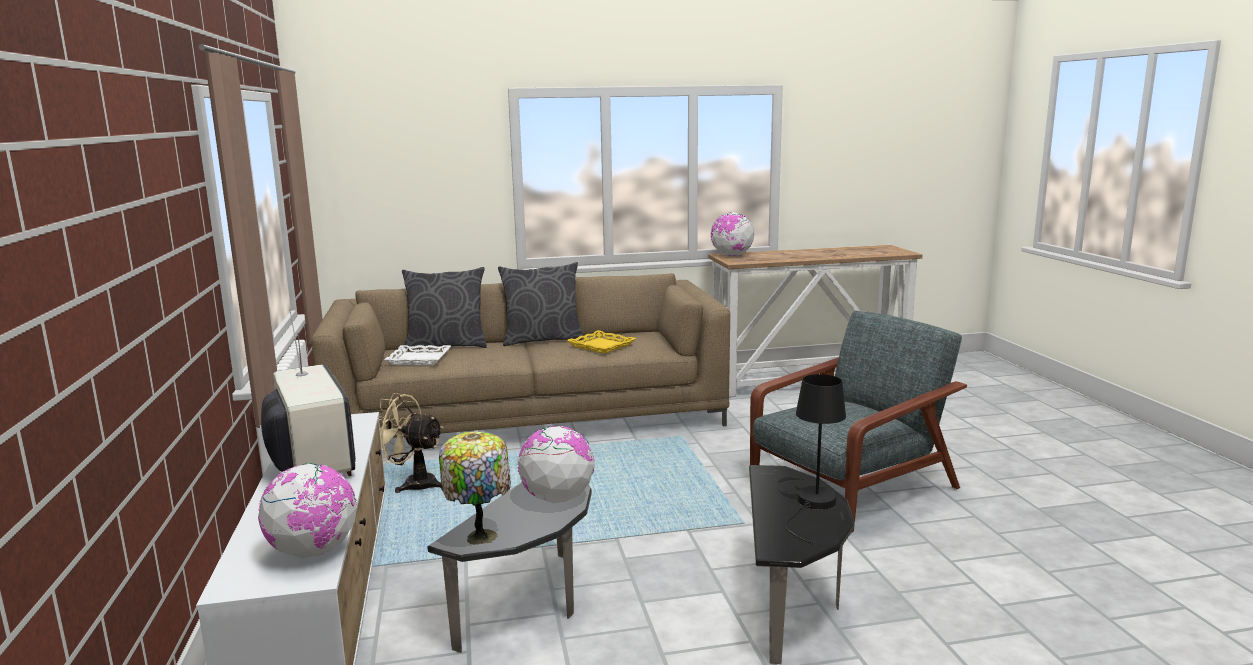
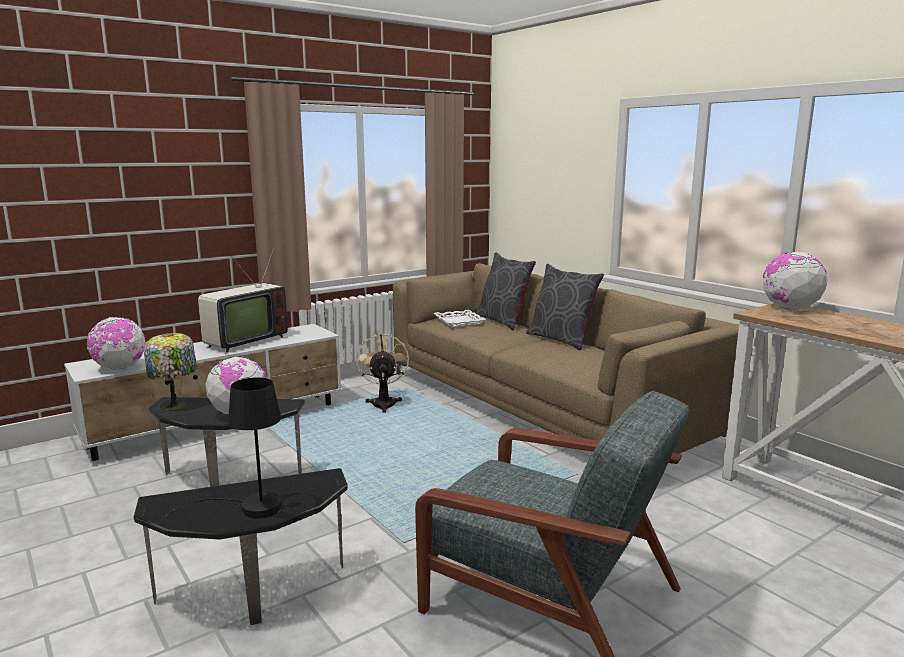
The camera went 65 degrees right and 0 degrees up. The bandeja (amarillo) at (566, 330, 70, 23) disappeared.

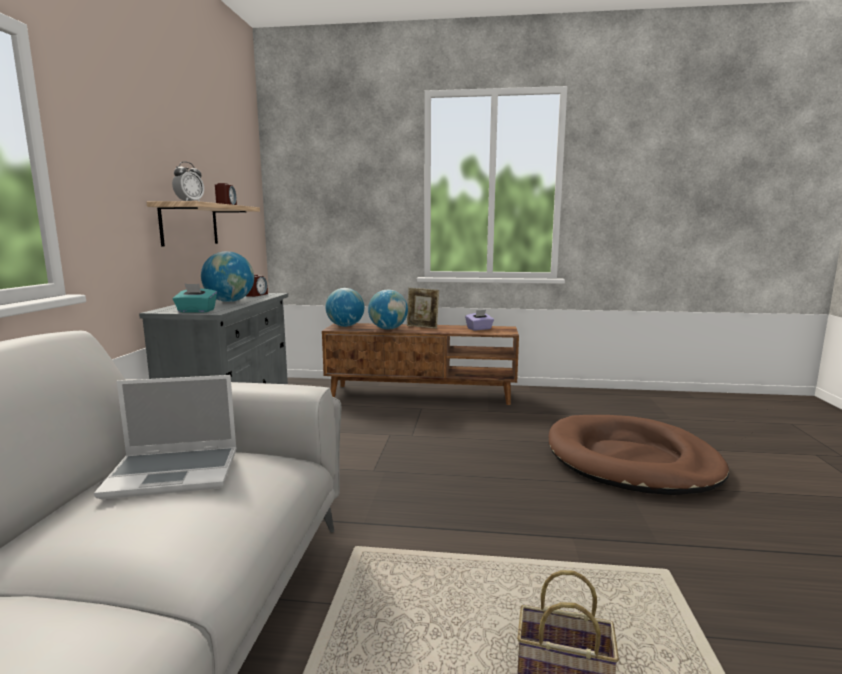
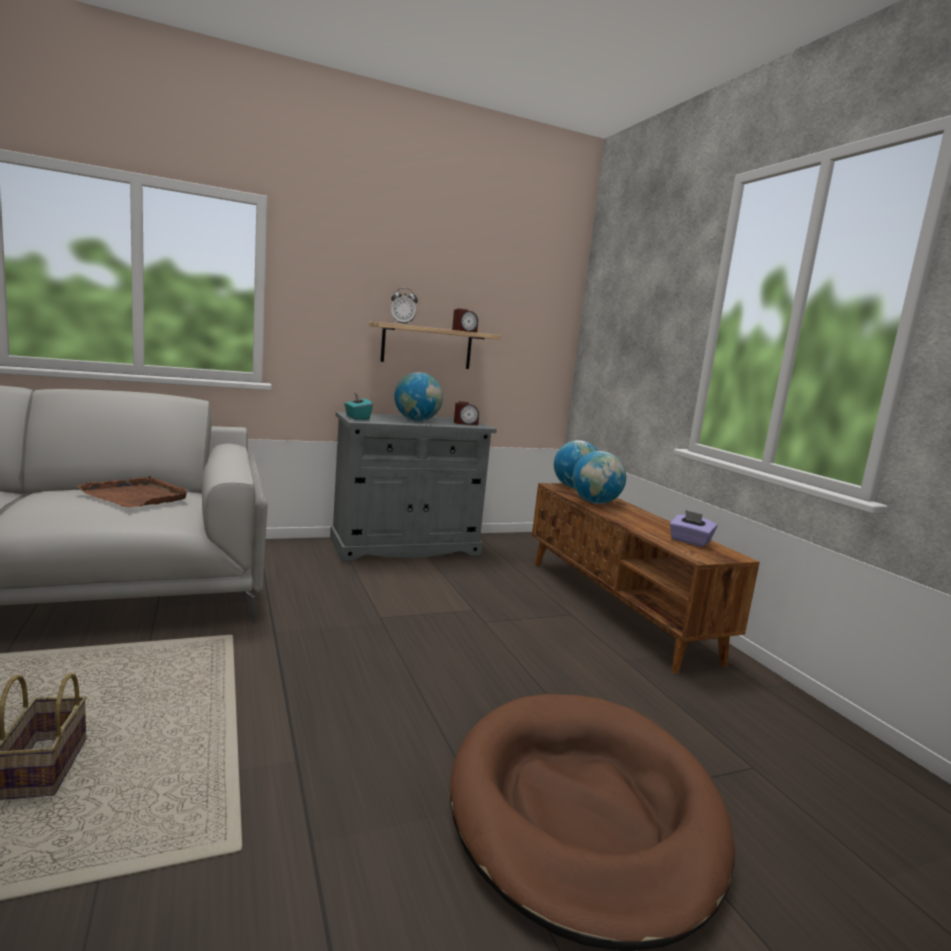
The camera went 60 degrees right and 0 degrees up. The portátil at (94, 375, 143, 124) was replaced by the bandeja (marrón) at (76, 475, 113, 33). The portarretratos at (407, 288, 32, 41) disappeared.

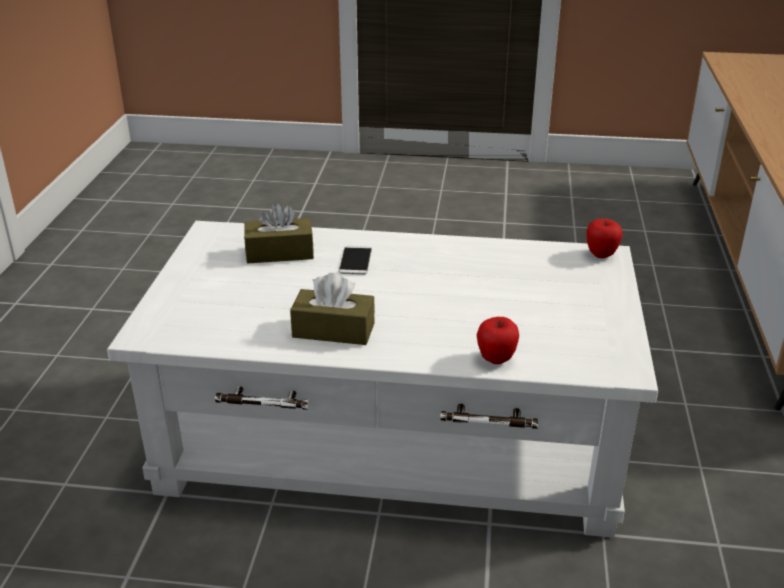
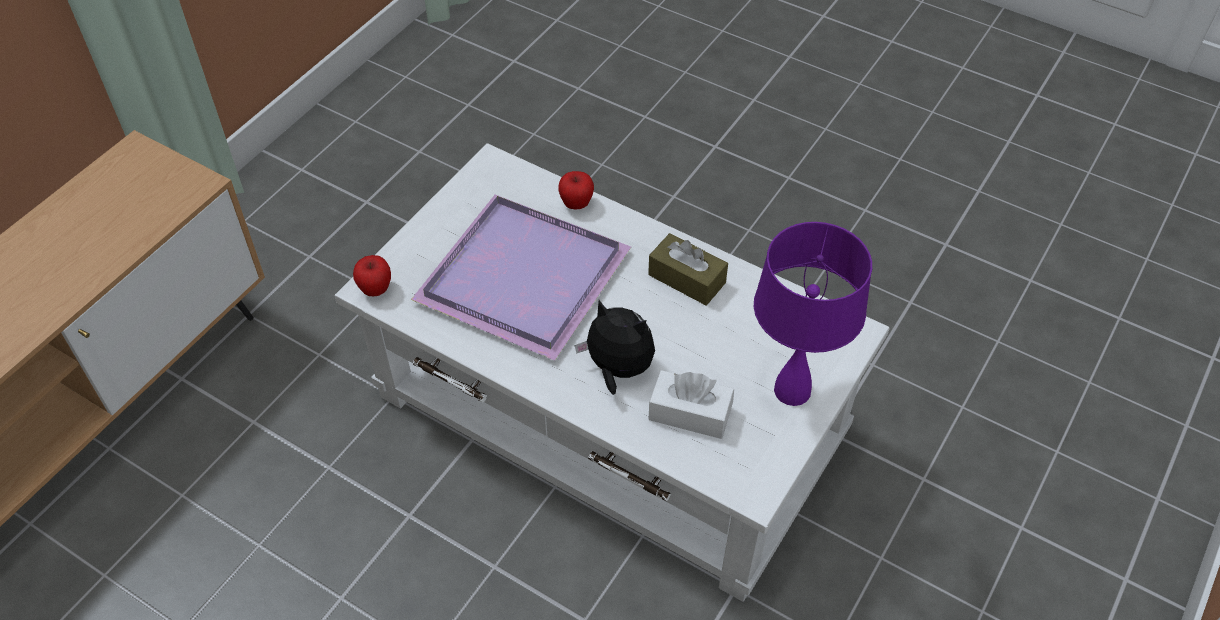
The camera went 155 degrees left and 20 degrees up. The caja de pañuelos (marrón) at (244, 203, 70, 60) became the caja de pañuelos (blanco) at (649, 370, 85, 69). The móvil at (339, 246, 33, 29) was replaced by the peluche at (575, 300, 80, 95). The bandeja (morado) at (411, 195, 220, 166) appeared. The lámpara de mesa (morado) at (754, 222, 118, 184) appeared.

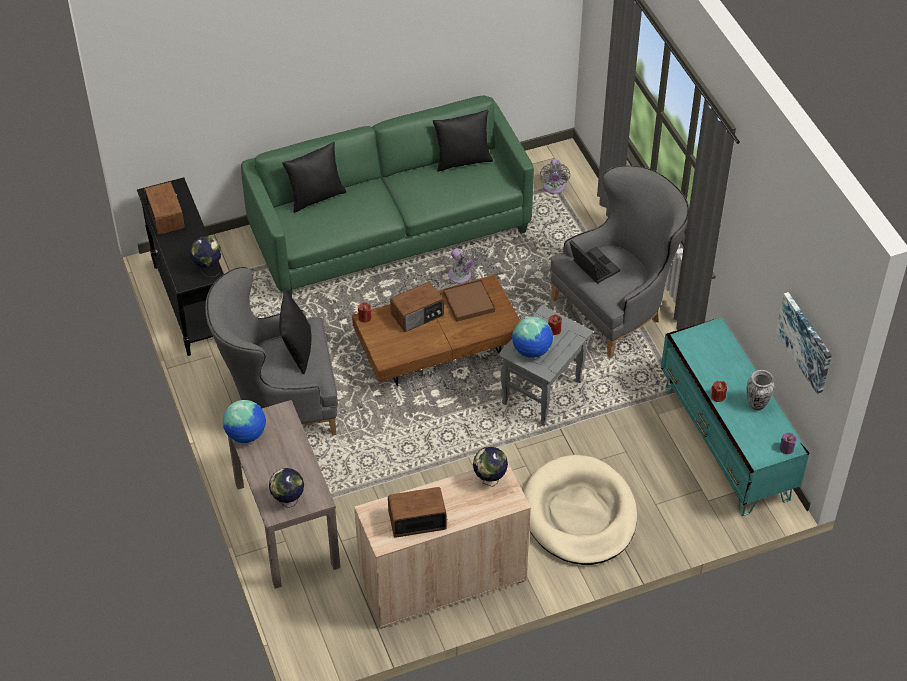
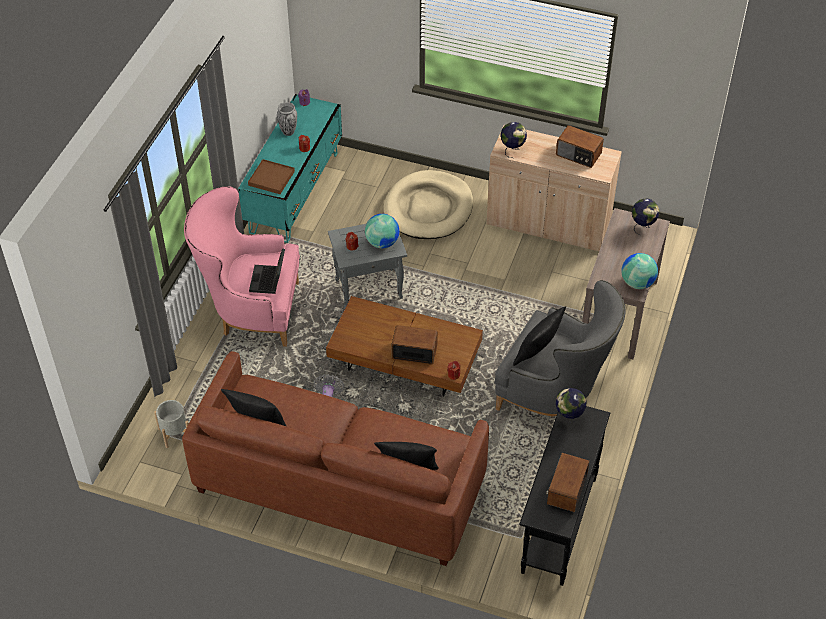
The camera went 140 degrees left and 0 degrees up. The sofá (verde) at (241, 96, 293, 201) became the sofá (marrón) at (182, 351, 307, 215). The bandeja (marrón) moved from (443, 279, 52, 43) to (248, 159, 47, 35). The ventilador (gris) at (540, 159, 30, 35) was replaced by the maceta (gris) at (154, 400, 35, 48). The sillón (gris) at (550, 165, 139, 193) became the sillón (rosa) at (184, 186, 116, 161). The cuadro at (776, 292, 56, 103) disappeared.

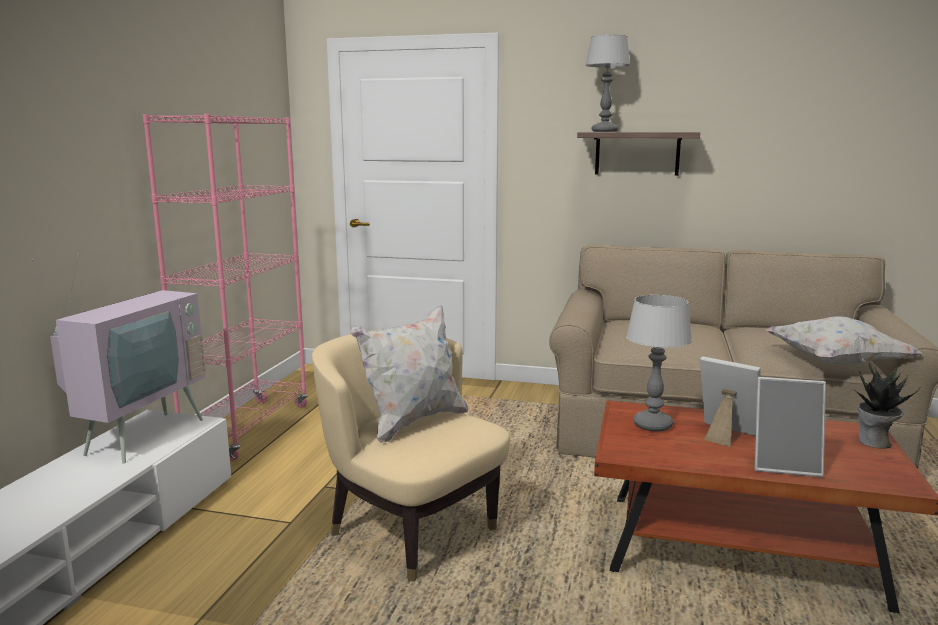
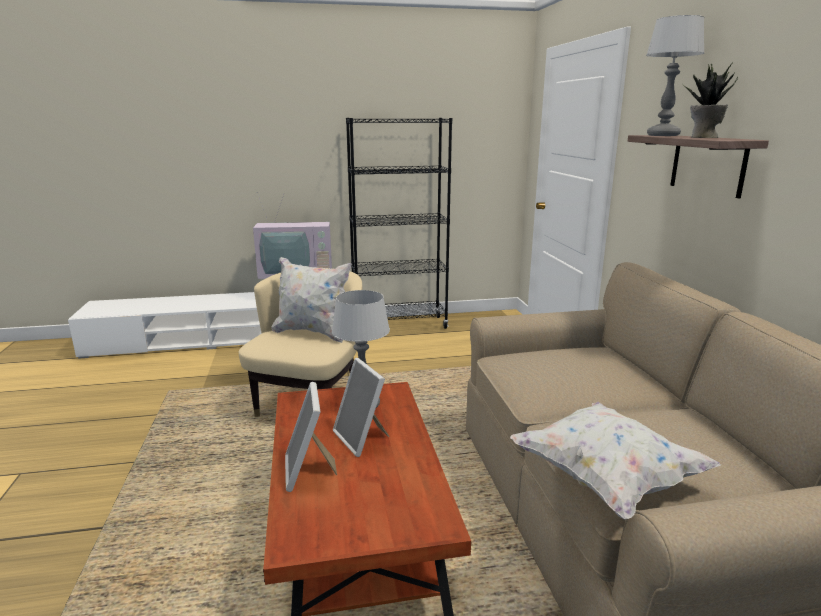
The camera went 65 degrees right and 5 degrees up. The estantería (rosa) at (143, 114, 165, 347) became the estantería (negro) at (346, 118, 106, 211). The portarretratos at (700, 356, 61, 91) turned 135 degrees clockwise. The planta en maceta moved from (854, 363, 66, 86) to (682, 62, 56, 76).

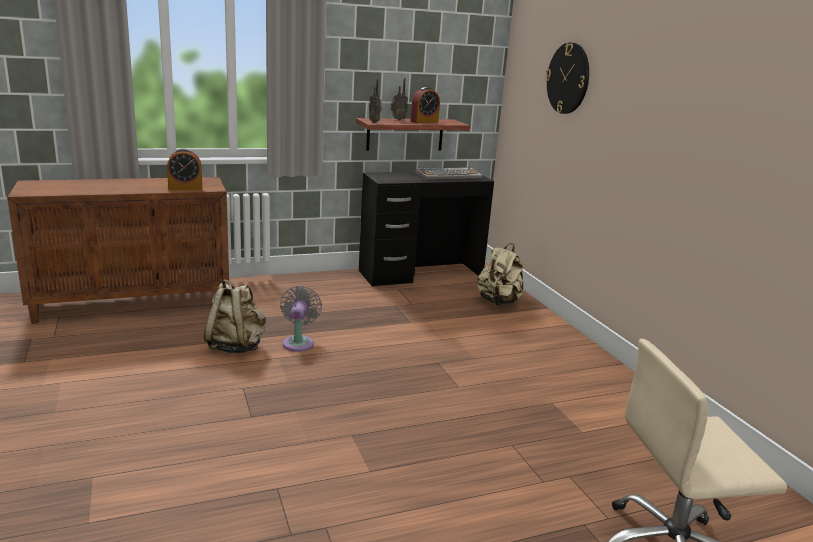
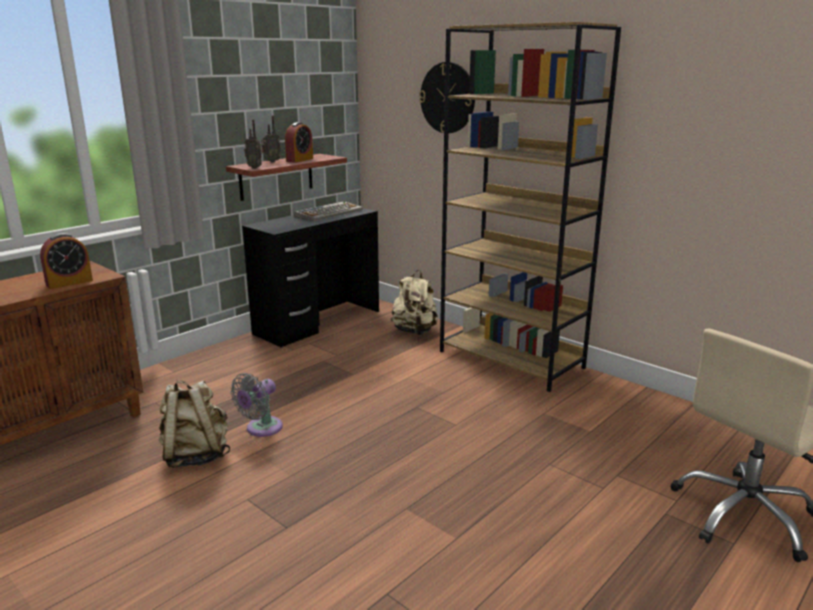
The camera went 25 degrees left and 0 degrees up. The ventilador (gris) at (280, 286, 42, 66) turned 120 degrees counterclockwise. The estantería (marrón) at (440, 22, 181, 370) appeared.

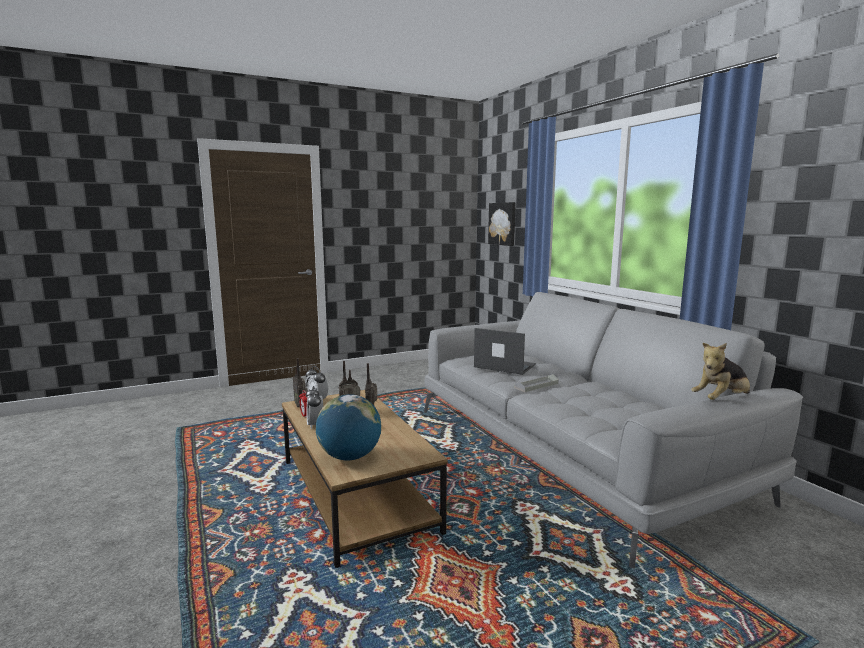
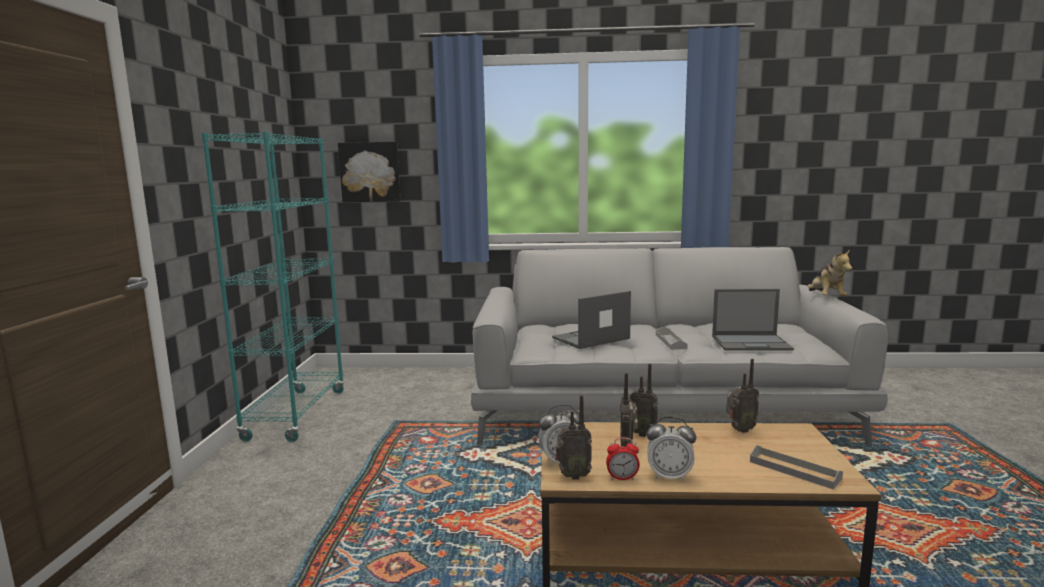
The camera went 60 degrees left and 0 degrees up. The globo terráqueo at (316, 394, 65, 67) was replaced by the bandeja (gris) at (750, 445, 93, 45). The estantería (turquesa) at (201, 131, 144, 311) appeared. The portátil at (712, 289, 82, 62) appeared. The radio at (727, 359, 32, 74) appeared.

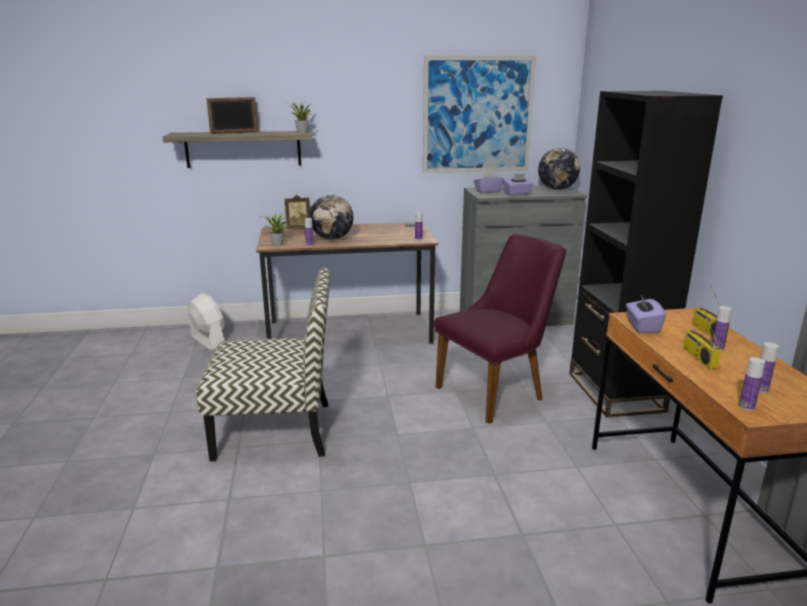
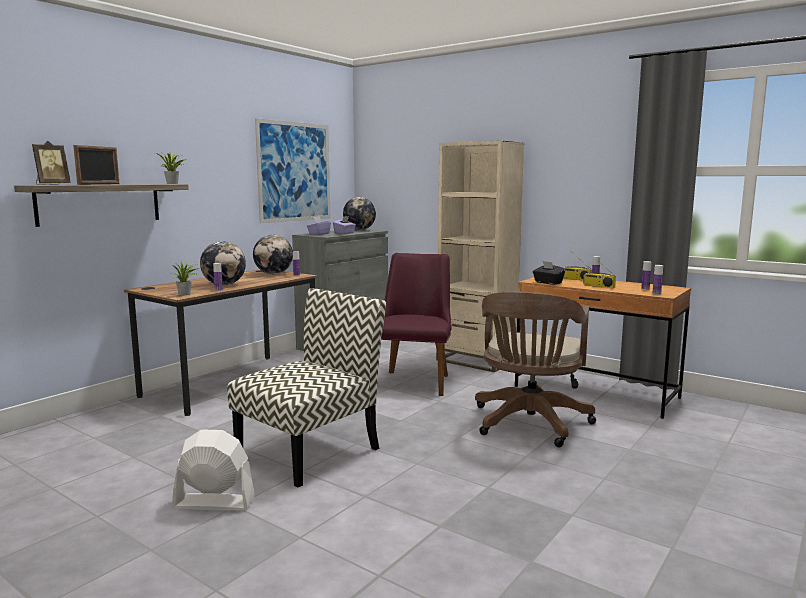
The camera went 45 degrees left and 10 degrees down. The ventilador (blanco) moved from (188, 293, 37, 57) to (172, 430, 83, 80). The portarretratos moved from (285, 195, 25, 34) to (32, 141, 39, 44). The estantería (negro) at (569, 91, 154, 326) became the estantería (beis) at (436, 140, 88, 232). The caja de pañuelos (morado) at (626, 295, 40, 38) became the caja de pañuelos (negro) at (533, 261, 32, 24). The globo terráqueo at (253, 235, 40, 39) appeared. The silla de oficina (marrón) at (475, 292, 121, 155) appeared.

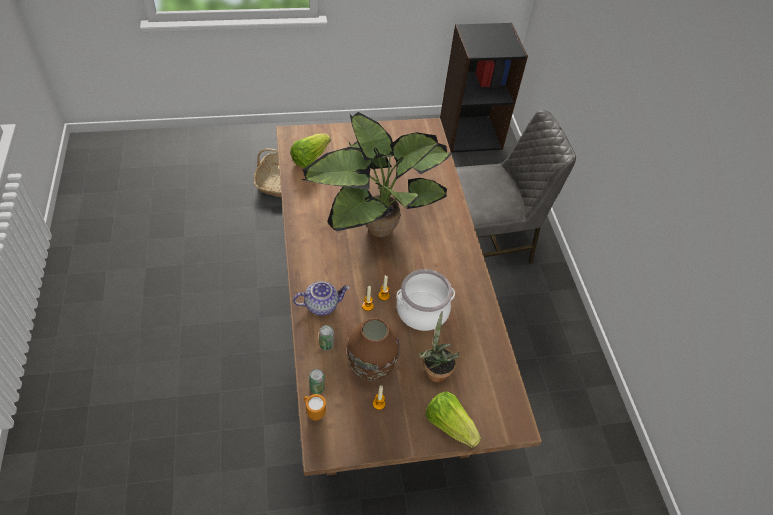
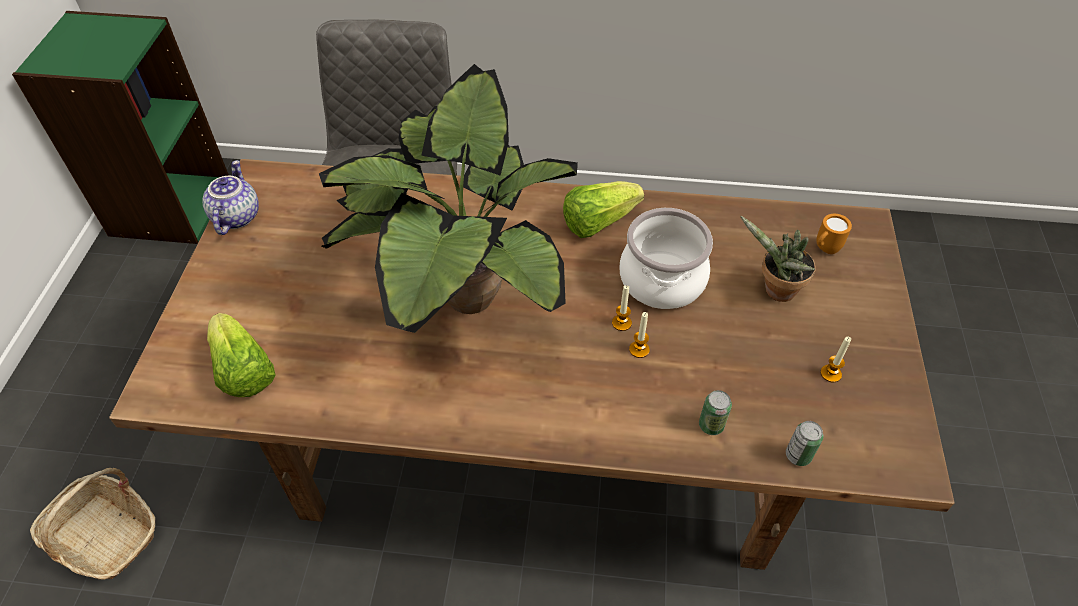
The camera went 70 degrees left and 0 degrees up. The tetera moved from (293, 281, 57, 35) to (202, 160, 57, 75). The taza grande (naranja) moved from (304, 394, 22, 27) to (816, 214, 36, 40). The florero (marrón) at (347, 318, 52, 63) disappeared. The lechuga moved from (426, 391, 55, 57) to (563, 181, 81, 57). The estantería (negro) at (440, 23, 88, 130) became the estantería (verde) at (12, 11, 217, 233).

